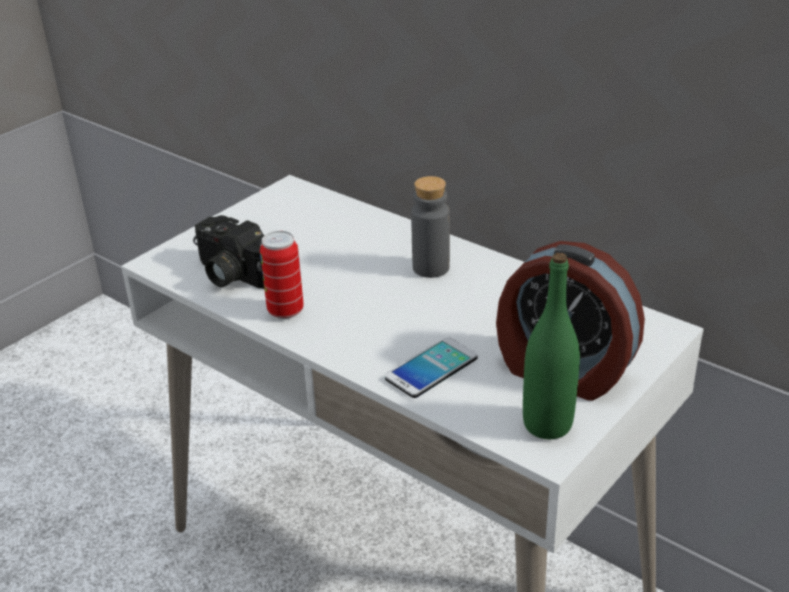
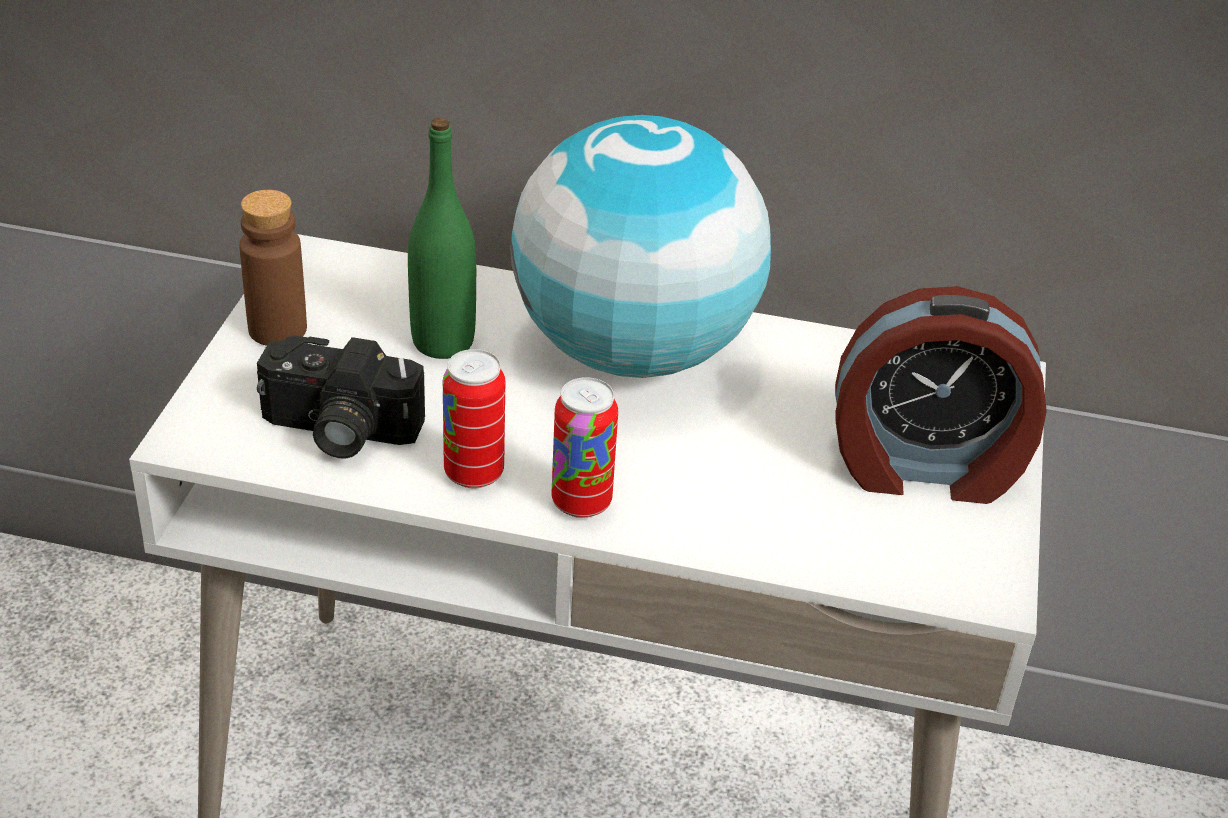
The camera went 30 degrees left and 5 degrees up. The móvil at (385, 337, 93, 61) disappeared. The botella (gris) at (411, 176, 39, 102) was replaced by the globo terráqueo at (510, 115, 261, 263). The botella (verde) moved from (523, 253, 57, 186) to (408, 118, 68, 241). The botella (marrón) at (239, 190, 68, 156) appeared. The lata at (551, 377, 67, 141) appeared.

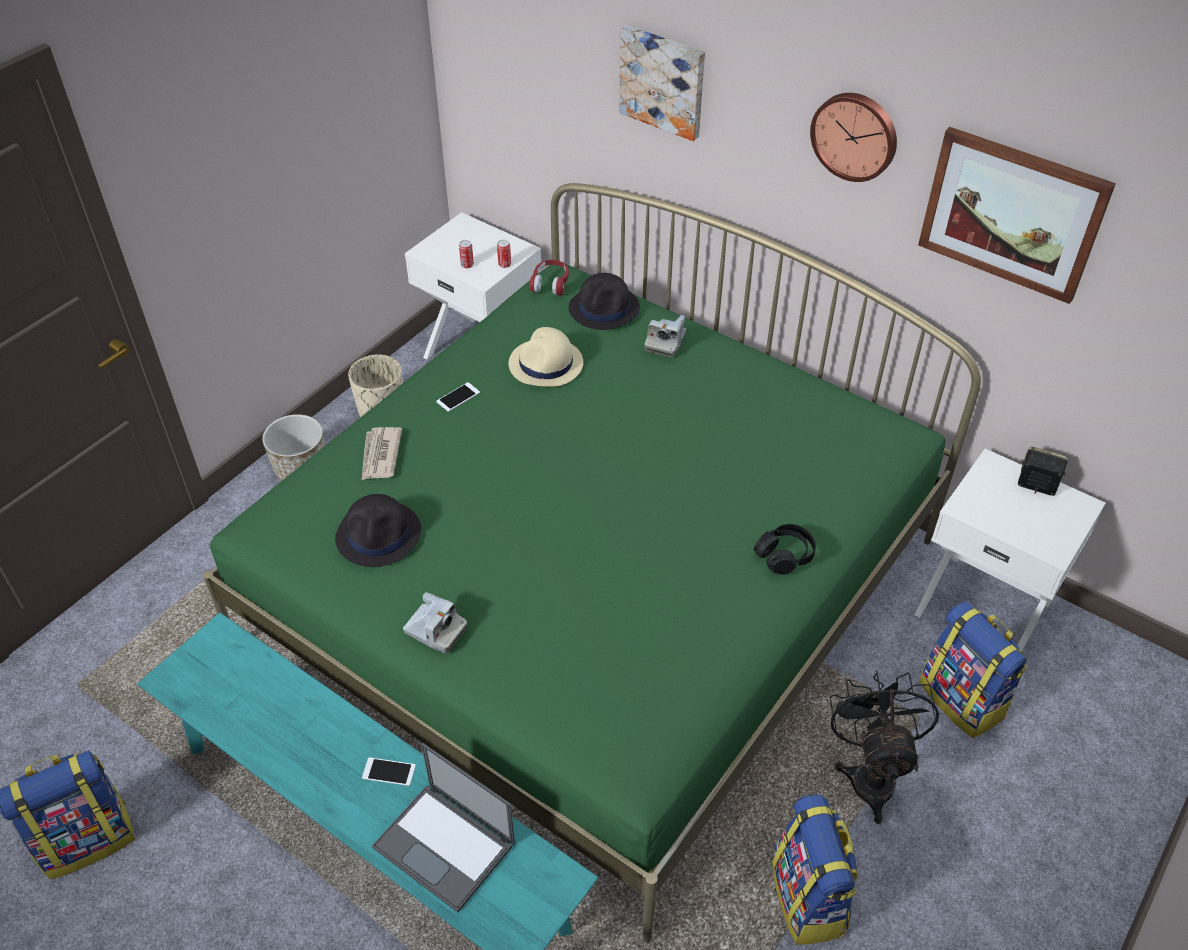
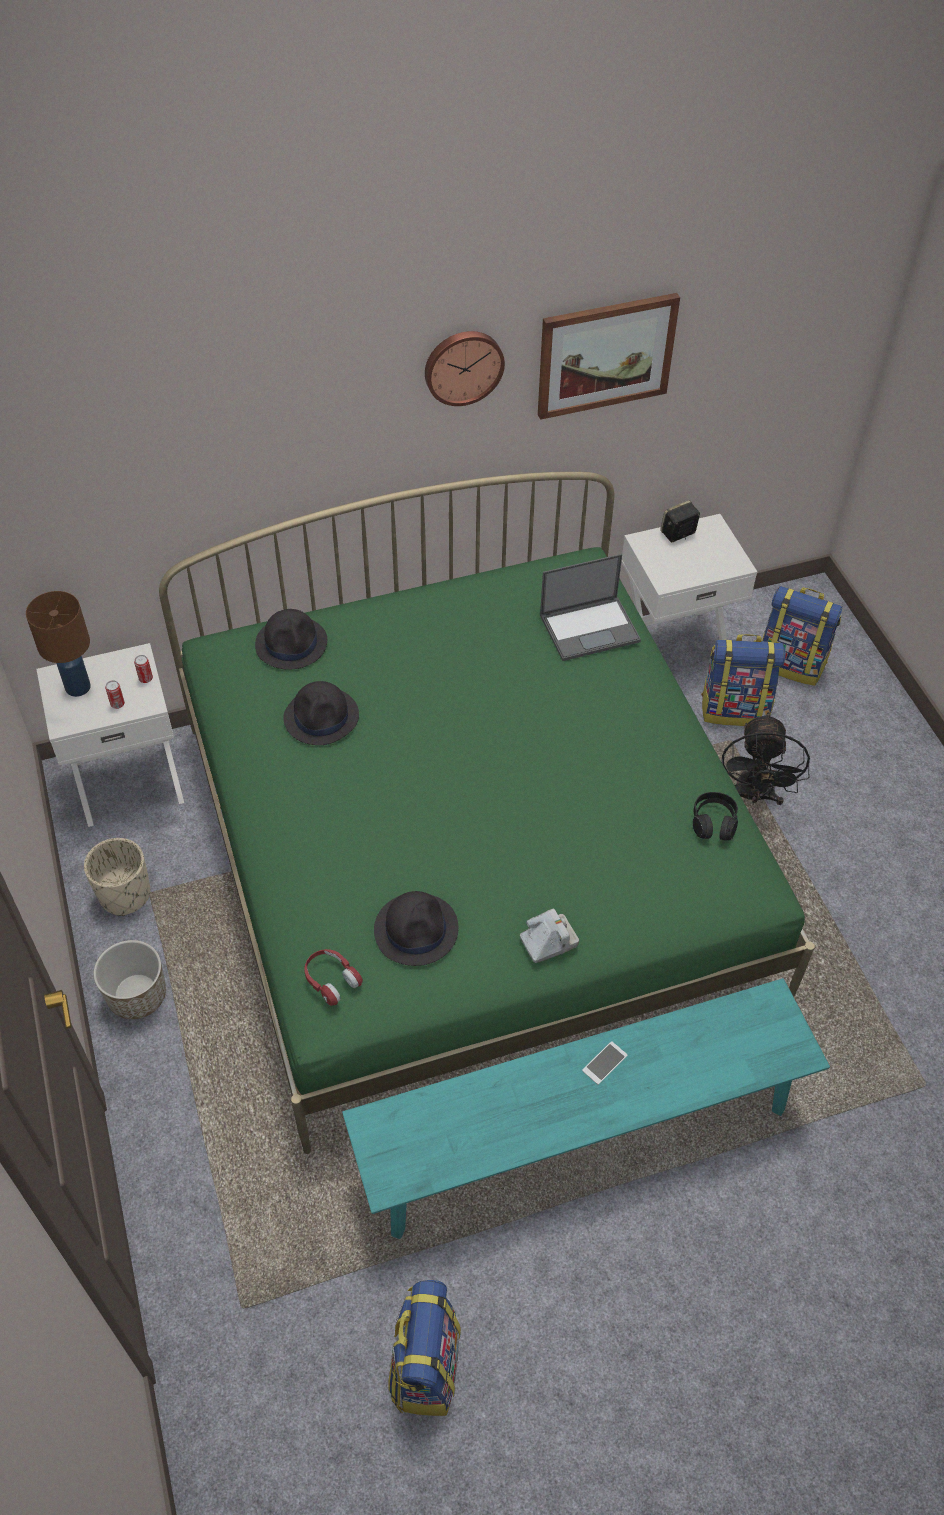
The camera went 55 degrees left and 5 degrees up. The periódico at (362, 427, 40, 53) disappeared. The portátil moved from (372, 743, 143, 170) to (540, 554, 101, 107). The móvil at (436, 382, 44, 30) disappeared. The sombrero (beis) at (509, 327, 74, 60) became the sombrero (negro) at (283, 681, 76, 64). The auriculares (rojo) moved from (529, 260, 40, 36) to (304, 949, 59, 57). The cuadro at (619, 25, 86, 116) disappeared. The cámara at (645, 315, 41, 42) disappeared. The auriculares (negro) moved from (754, 524, 62, 51) to (693, 792, 45, 48). The mochila moved from (772, 795, 87, 150) to (762, 586, 80, 100). The ventilador (negro) at (830, 671, 109, 153) turned 120 degrees counterclockwise. The lámpara de mesa (marrón) at (26, 591, 65, 106) appeared.

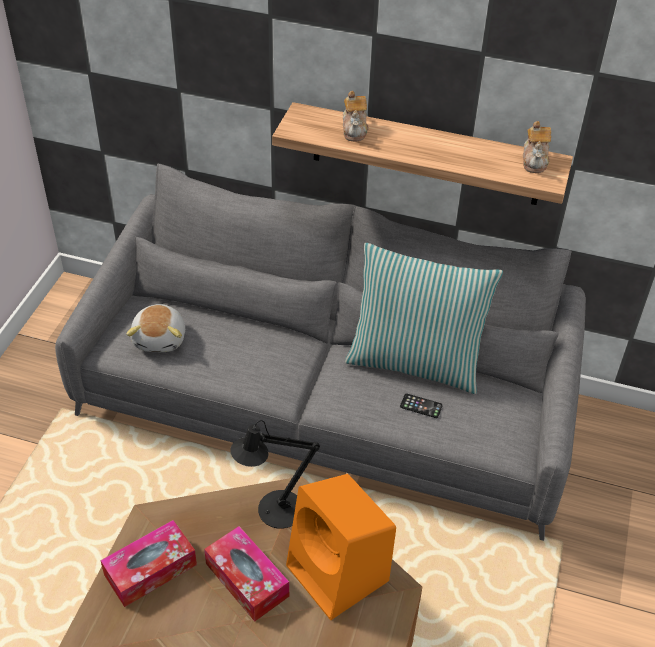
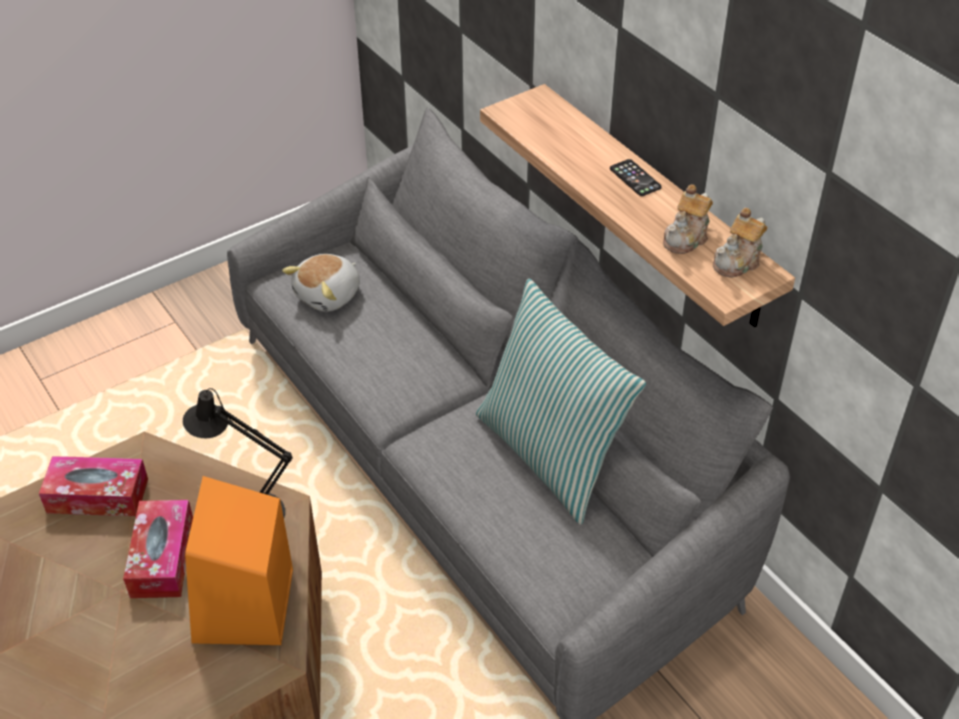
The camera went 40 degrees right and 0 degrees up. The tetera moved from (343, 91, 26, 50) to (663, 184, 50, 70). The móvil moved from (400, 394, 43, 24) to (610, 159, 52, 37).

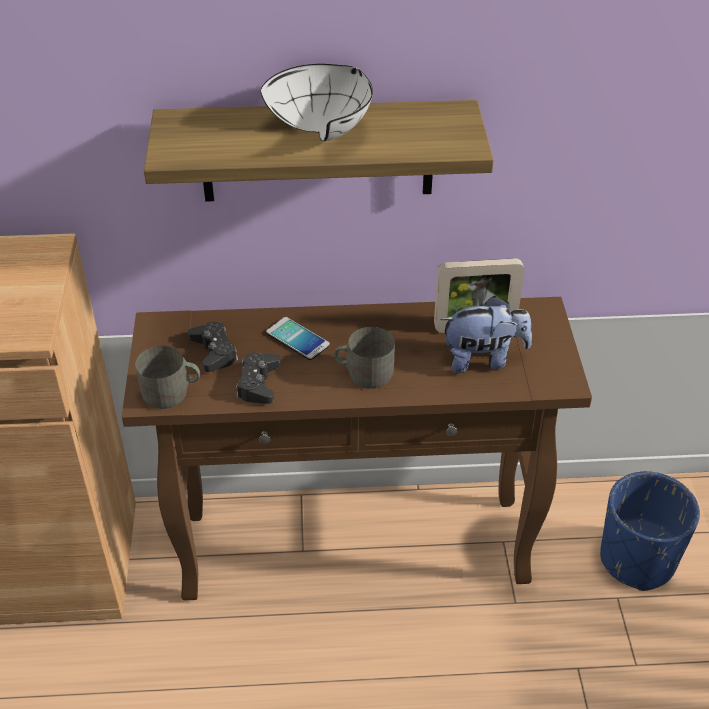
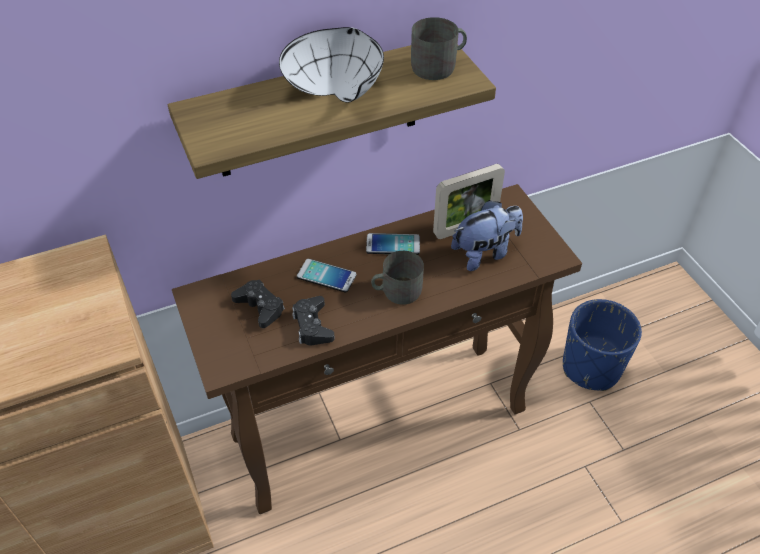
The camera went 20 degrees left and 5 degrees up. The taza grande (gris) moved from (135, 346, 65, 63) to (411, 17, 56, 63). The móvil at (366, 233, 54, 22) appeared.

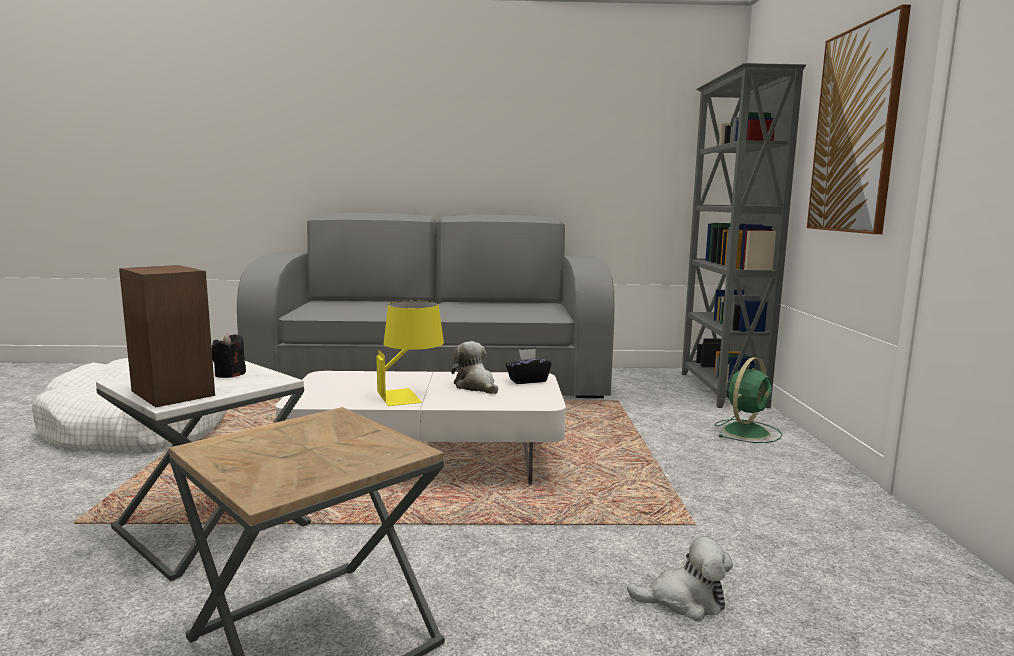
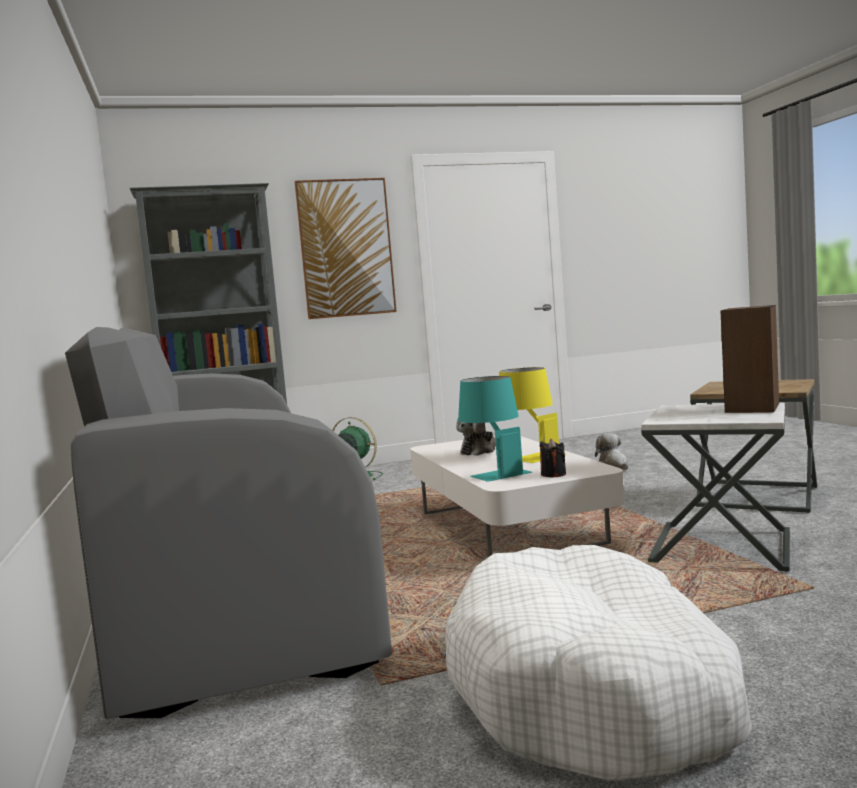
The camera went 105 degrees left and 5 degrees down. The vela (negro) moved from (212, 333, 34, 45) to (540, 439, 26, 38). The caja de pañuelos (negro) at (506, 349, 46, 35) disappeared. The lámpara de mesa (turquesa) at (458, 376, 74, 106) appeared.

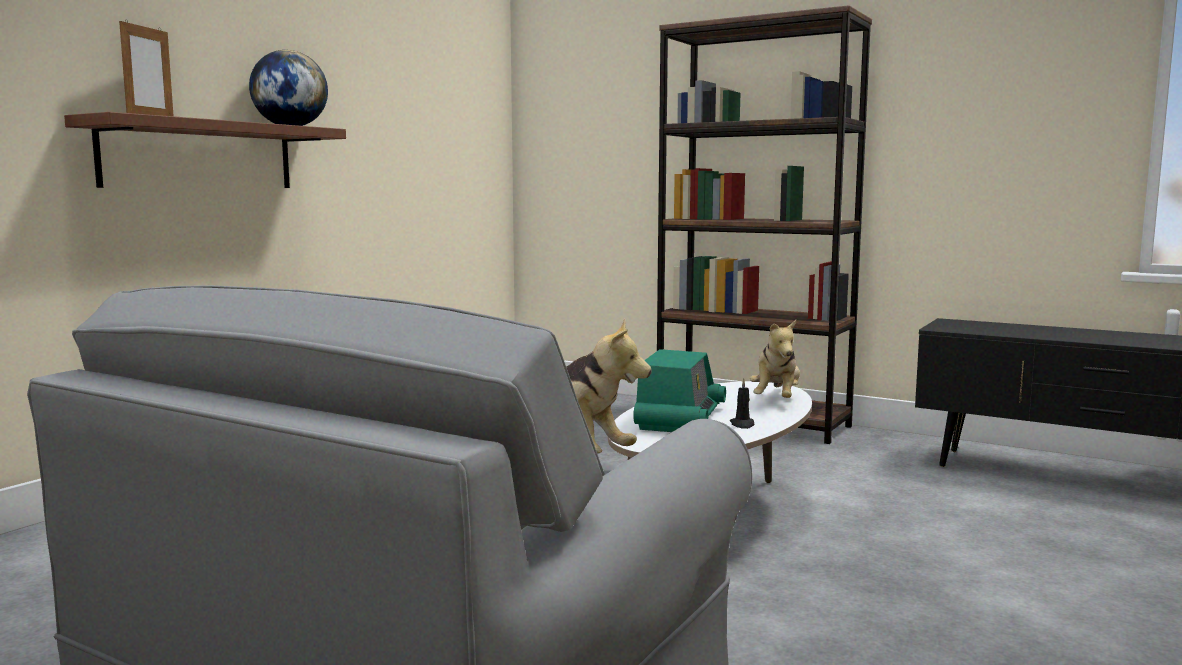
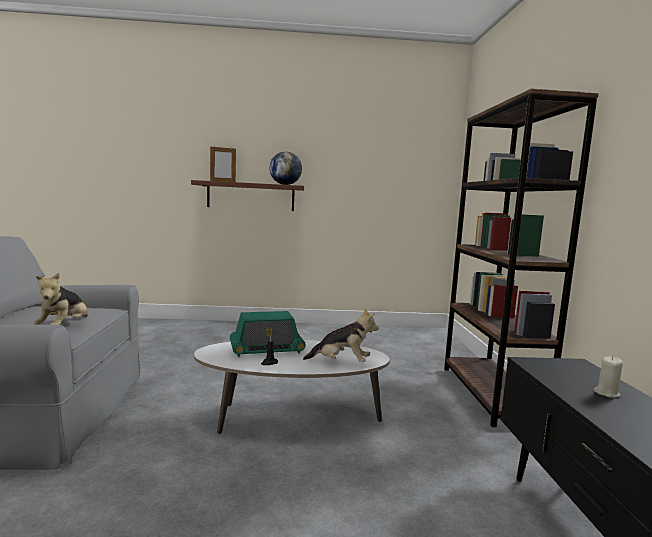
The camera went 55 degrees right and 0 degrees up. The peluche at (750, 320, 50, 78) turned 150 degrees counterclockwise. The vela (beis) at (594, 356, 29, 42) appeared.

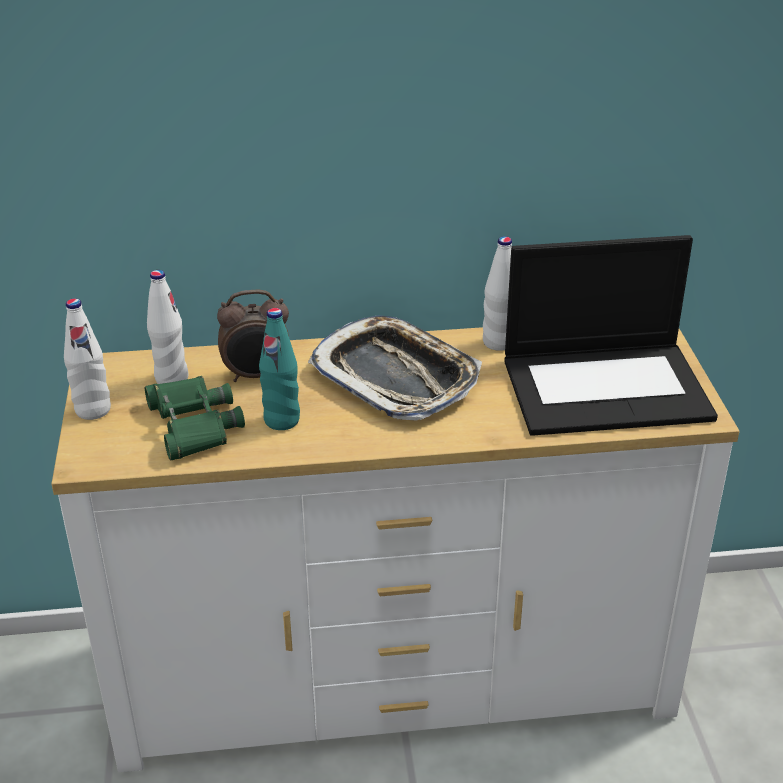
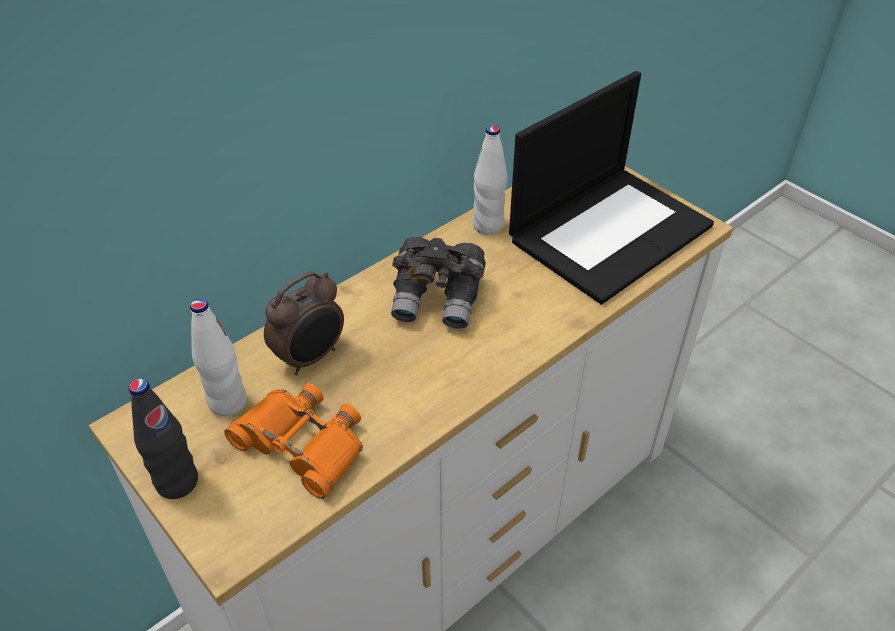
The camera went 35 degrees left and 10 degrees up. The botella (blanco) at (64, 298, 47, 122) became the botella (negro) at (129, 378, 69, 121). The prismáticos (verde) at (145, 376, 100, 85) became the prismáticos (naranja) at (224, 383, 139, 116). The botella (turquesa) at (259, 308, 41, 122) disappeared. The bandeja at (308, 315, 174, 106) was replaced by the prismáticos (gris) at (391, 237, 95, 92).

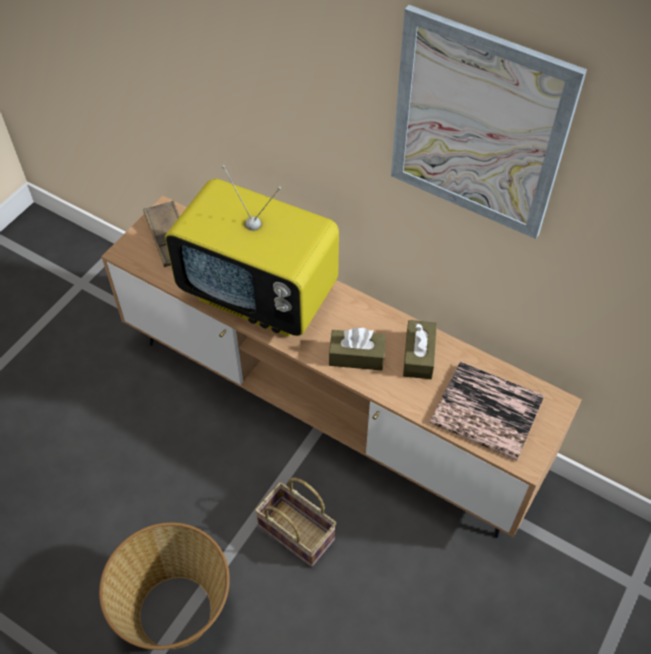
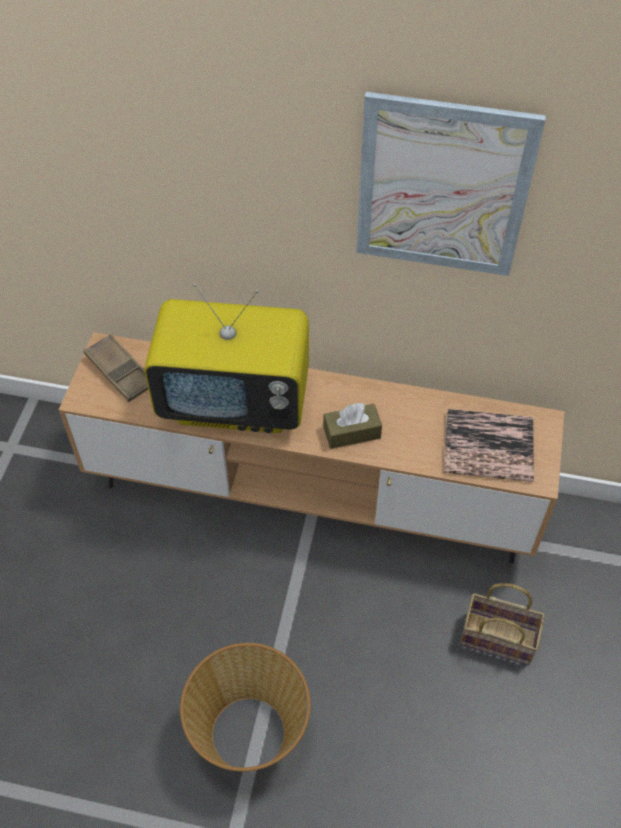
The camera went 20 degrees left and 0 degrees up. The cesta moved from (255, 478, 81, 89) to (460, 583, 85, 82). The caja de pañuelos (marrón) at (403, 320, 34, 59) disappeared.

